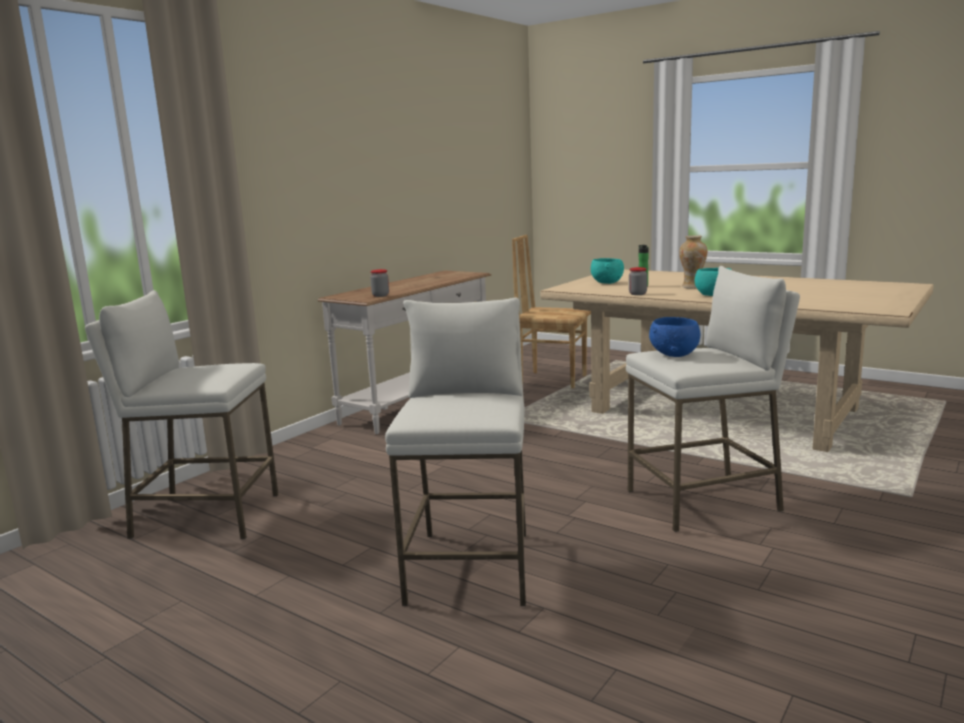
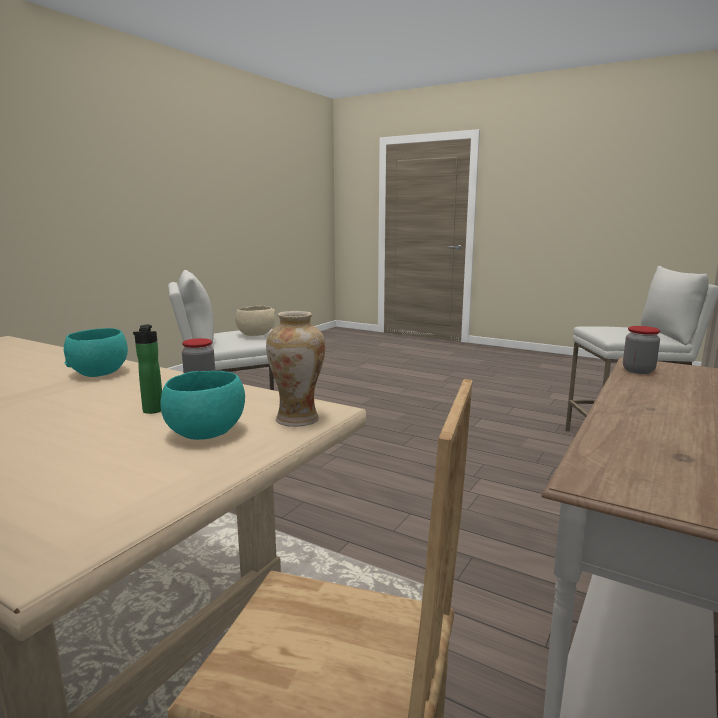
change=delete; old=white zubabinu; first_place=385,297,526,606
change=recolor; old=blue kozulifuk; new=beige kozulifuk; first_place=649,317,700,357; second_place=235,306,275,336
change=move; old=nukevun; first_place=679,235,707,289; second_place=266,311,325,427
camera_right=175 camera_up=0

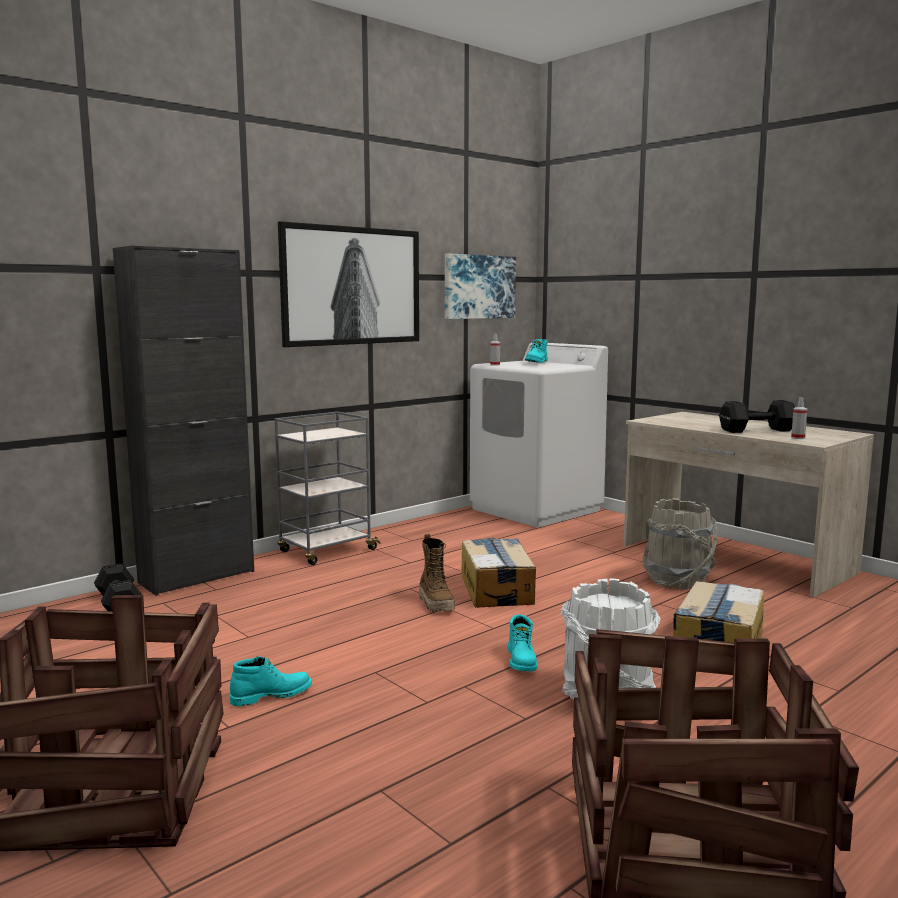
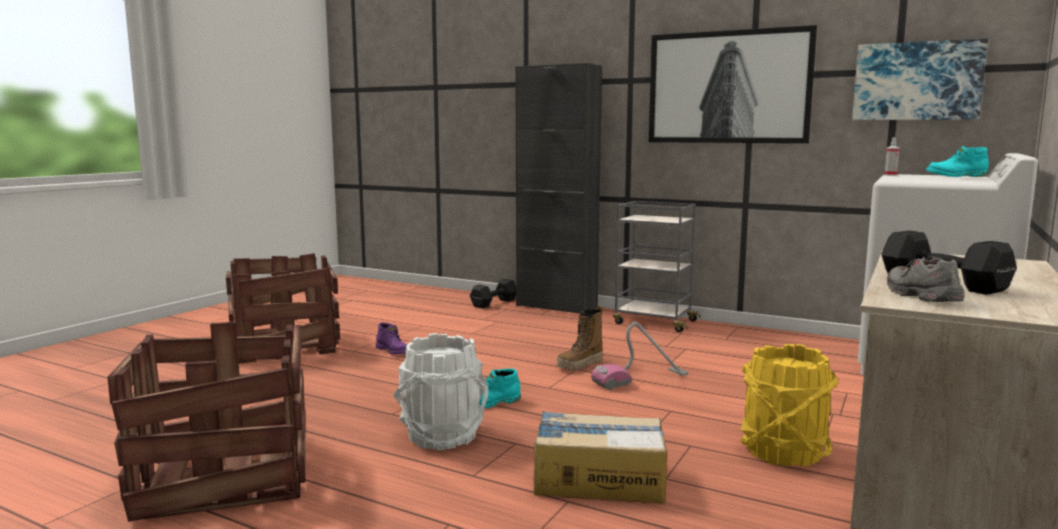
change=recolor; old=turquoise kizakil; new=purple kizakil; first_place=230,657,312,706; second_place=376,323,407,355
change=replace; old=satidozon; new=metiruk; first_place=461,538,536,608; second_place=591,322,689,390
change=recolor; old=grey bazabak; new=yellow bazabak; first_place=643,498,717,590; second_place=740,344,839,467
change=replace; old=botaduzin; new=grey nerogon; first_place=791,397,807,439; second_place=887,256,964,302
camera_right=70 camera_up=0

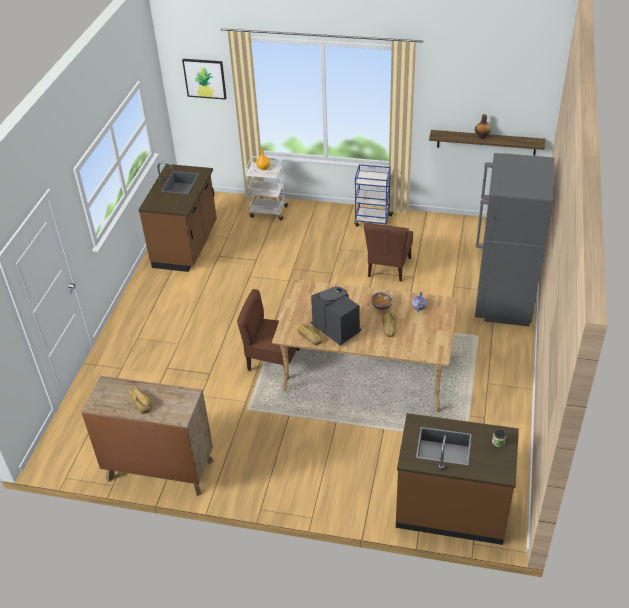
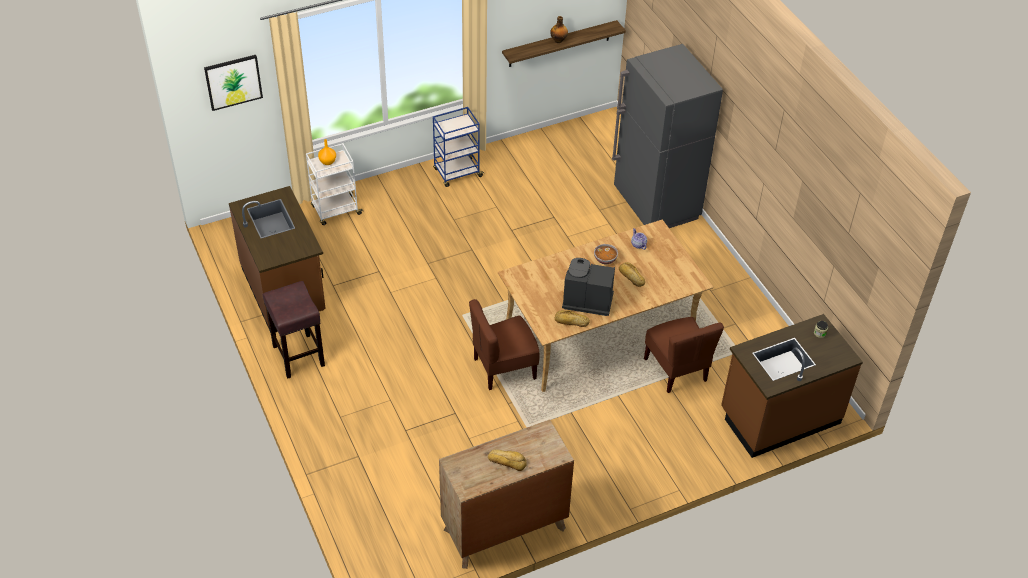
change=move; old=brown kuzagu; first_place=364,223,413,281; second_place=644,317,724,393
change=insert; new=brown zubabinu; second_place=263,281,325,379
camera_right=-40 camera_up=5

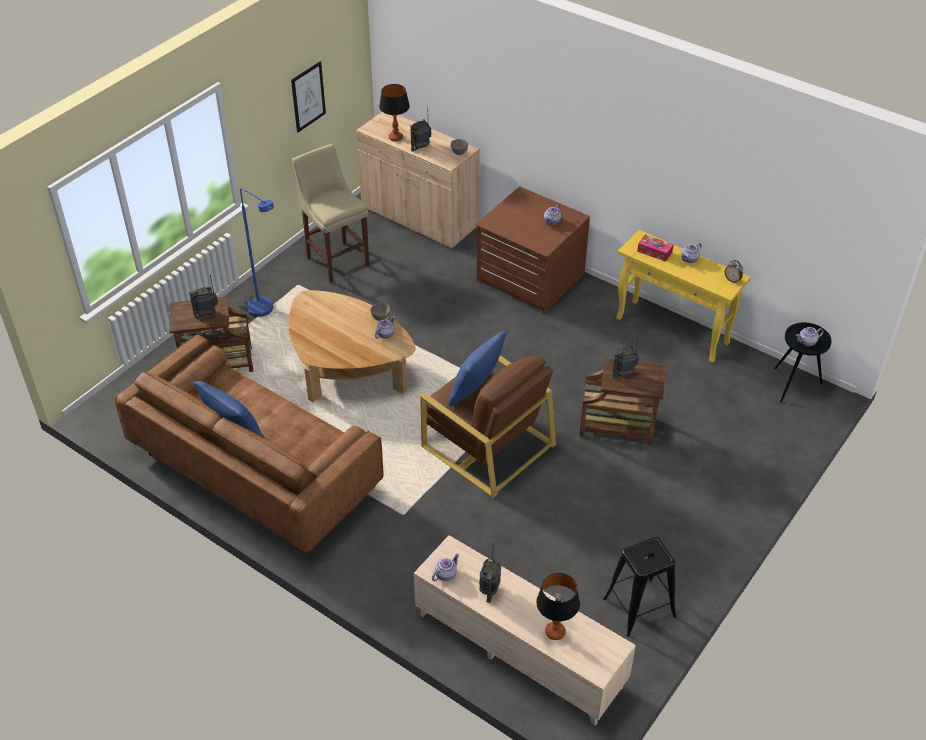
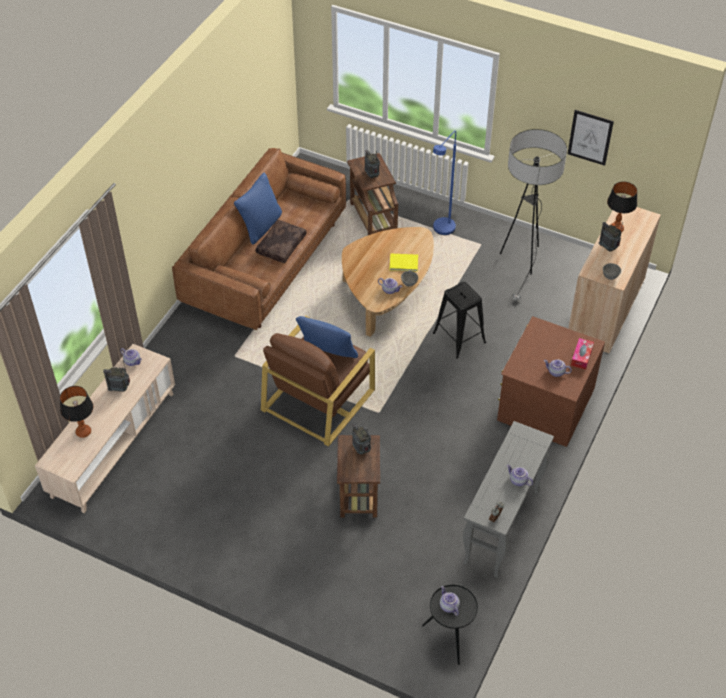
change=replace; old=beige zubabinu; new=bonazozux; first_place=292,144,369,283; second_place=500,129,567,301
change=move; old=black zubabinu; first_place=603,537,676,637; second_place=433,282,486,359
change=recolor; old=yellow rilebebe; new=grey rilebebe; first_place=616,230,751,363; second_place=463,421,554,578
change=move; old=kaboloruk; first_place=637,235,674,262; second_place=571,338,594,370
change=insert; new=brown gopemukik; second_place=256,220,306,263
change=insert; new=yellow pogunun; second_place=390,253,418,271
camera_right=80 camera_up=5

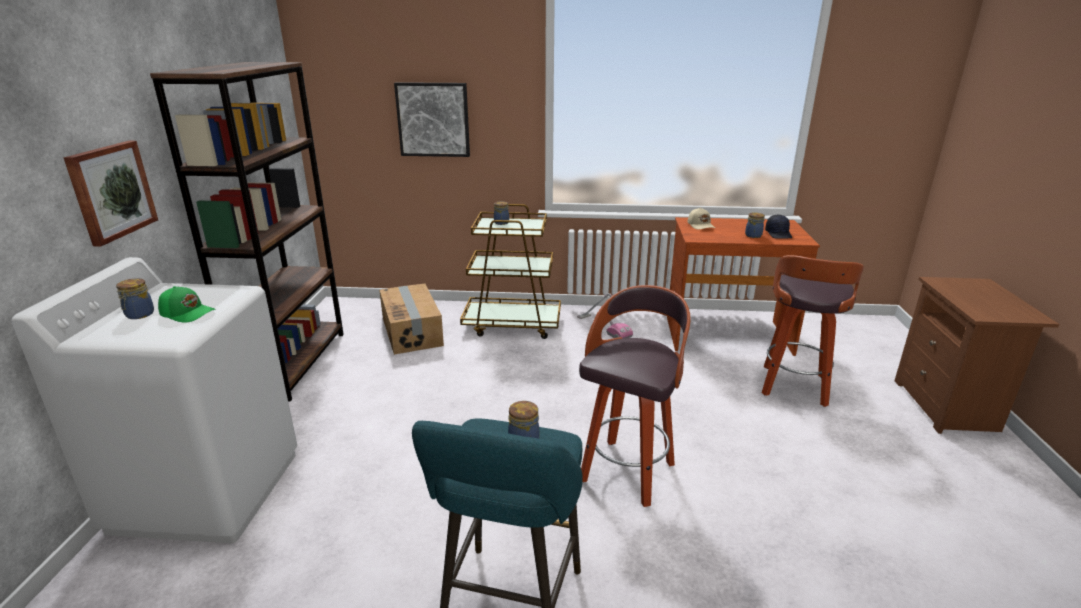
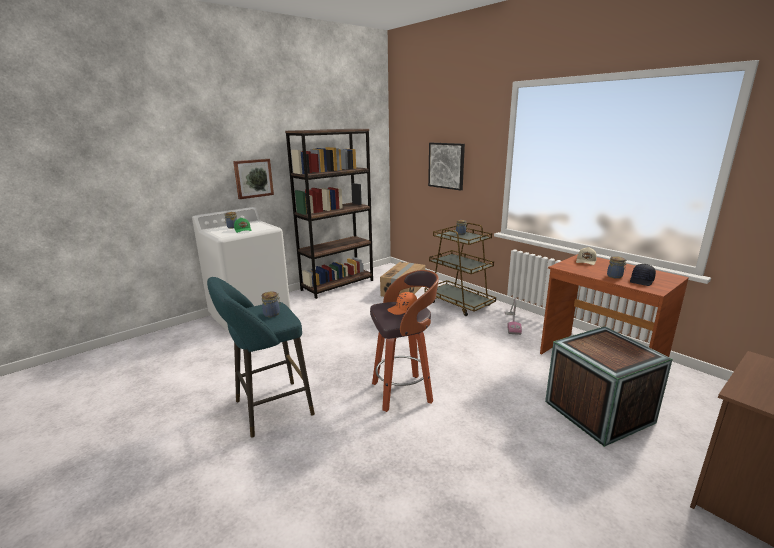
change=replace; old=zubabinu; new=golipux; first_place=762,255,864,407; second_place=545,326,673,447
change=insert; new=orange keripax; second_place=387,292,417,315
camera_right=45 camera_up=-5

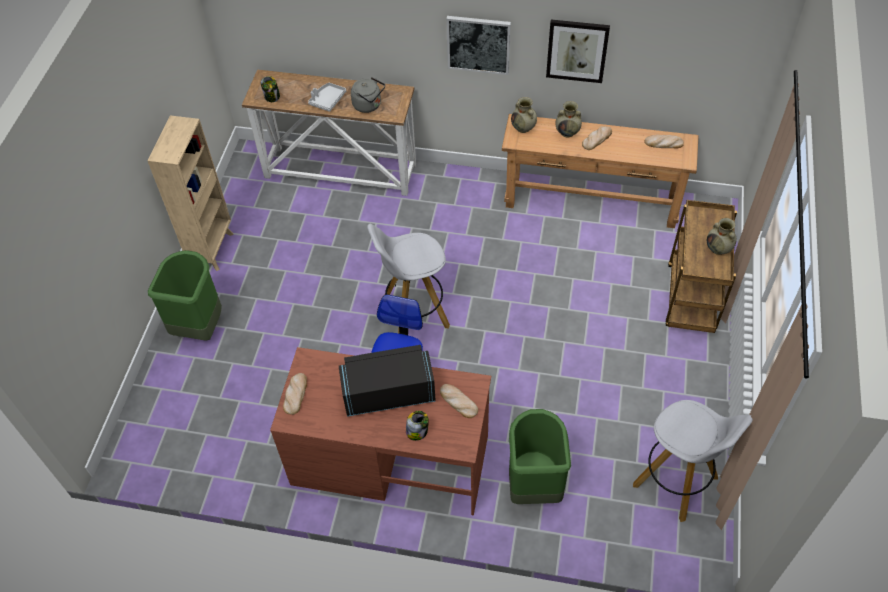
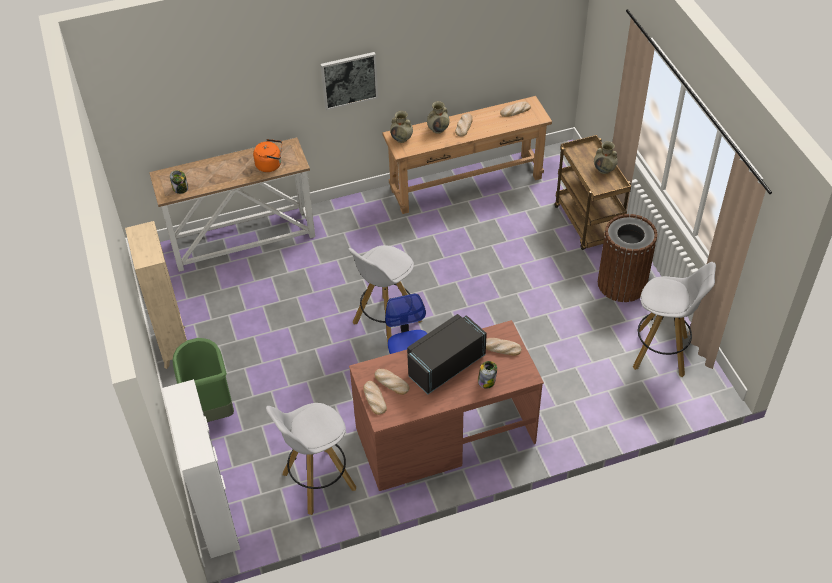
change=delete; old=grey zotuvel; first_place=308,83,346,112
change=recolor; old=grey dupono; new=orange dupono; first_place=351,77,385,113; second_place=253,139,282,172
change=delete; old=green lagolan; first_place=509,409,571,504
change=delete; old=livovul; first_place=546,20,610,83
change=insert; new=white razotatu; second_place=162,379,240,558
change=insert; new=white zubabinu; second_place=266,403,356,515
change=insert; new=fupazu; second_place=375,369,409,395
change=insert; new=brown lagolan; second_place=598,214,657,302
camera_right=-30 camera_up=-5

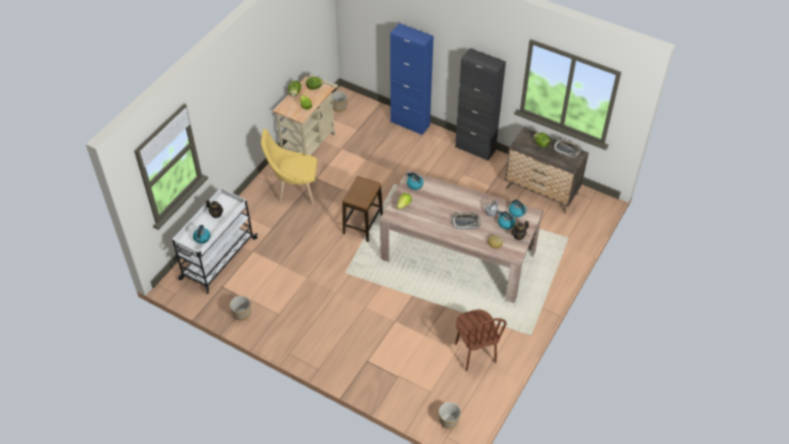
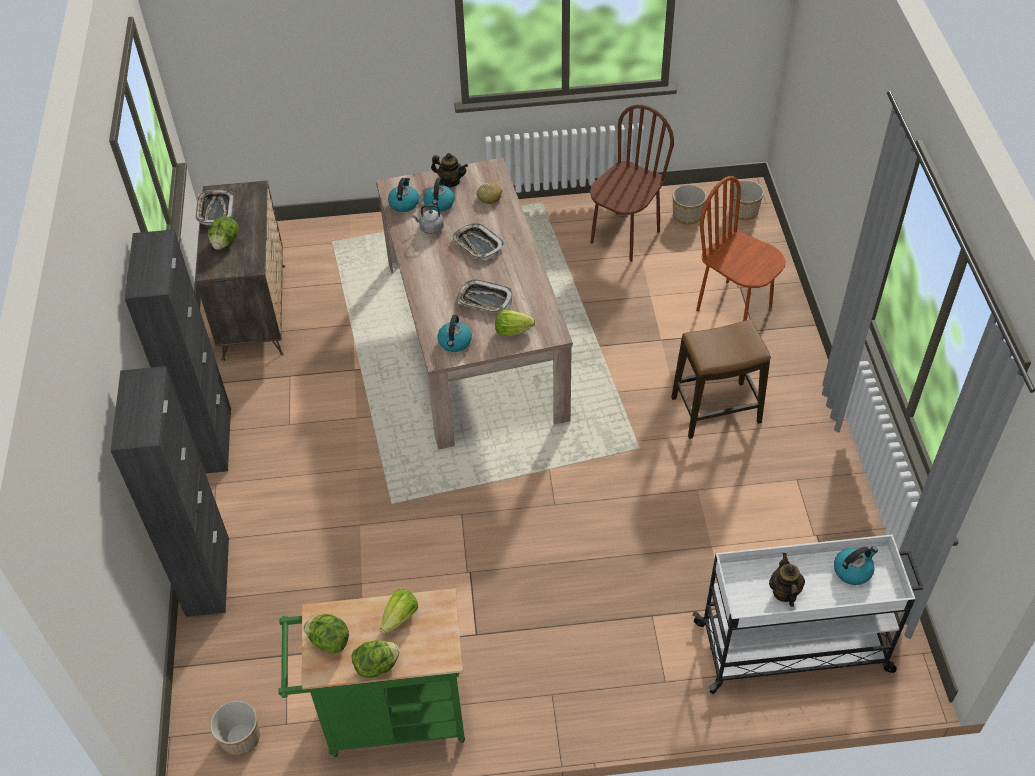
change=move; old=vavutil; first_place=230,296,251,320; second_place=673,184,706,225
change=delete; old=yellow kuzagu; first_place=261,129,317,204
change=recolor; old=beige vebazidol; new=green vebazidol; first_place=273,74,338,155; second_place=278,588,465,757
change=move; old=zubabinu; first_place=342,176,383,242; second_place=671,319,771,439
change=recolor; old=blue razotatu; new=black razotatu; first_place=390,23,433,135; second_place=111,366,229,617
change=insert; new=zotuvel; second_place=457,280,512,313
change=insert; new=brown kuzagu; second_place=696,176,785,321
camera_right=-125 camera_up=0

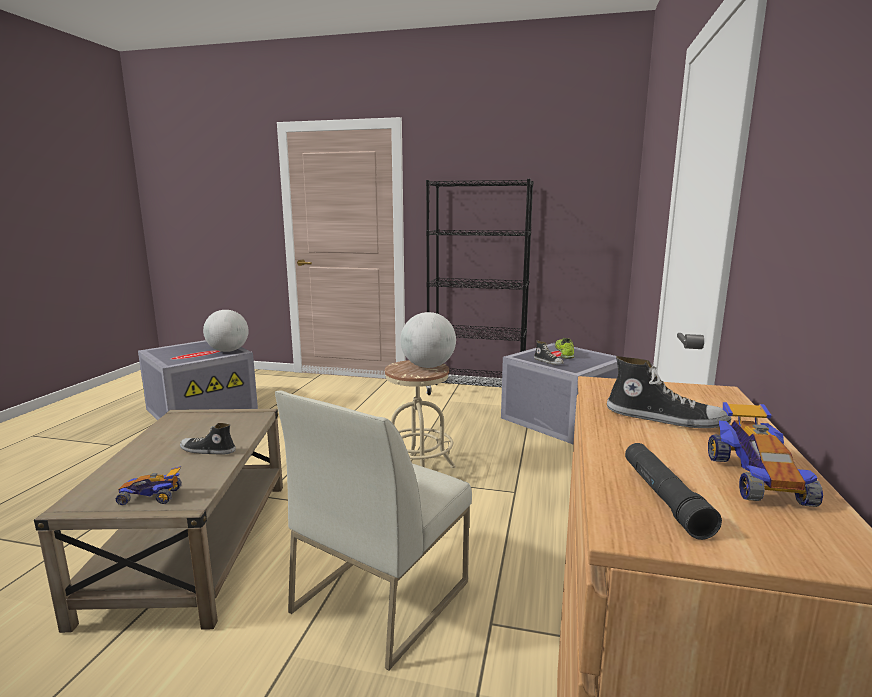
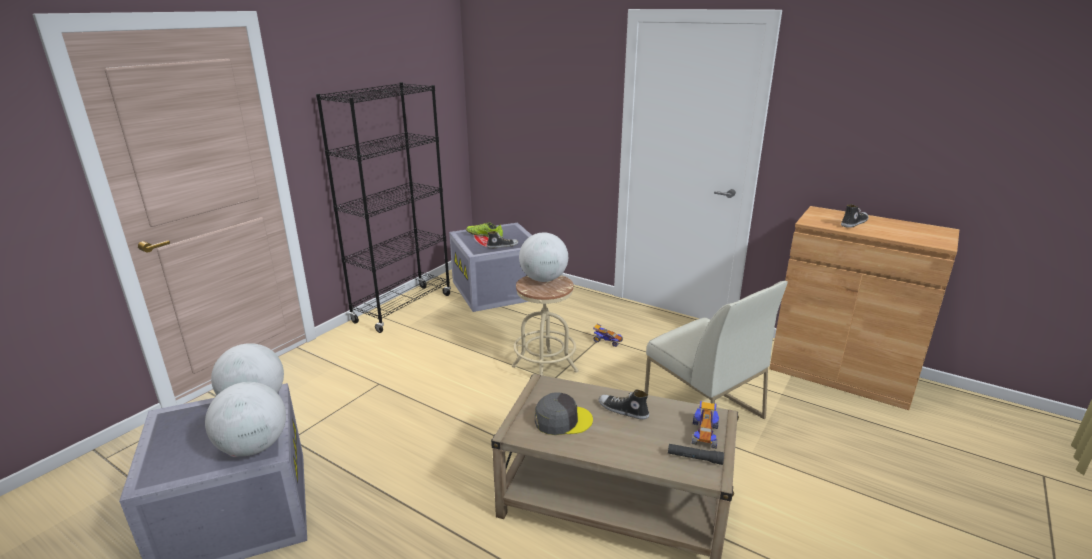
change=rotate; old=nerogon; first_place=180,423,236,455; second_place=599,390,649,419; degrees=90
change=move; old=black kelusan; first_place=625,443,722,540; second_place=668,444,724,465
change=move; old=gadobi; first_place=708,402,823,507; second_place=593,323,623,347
change=insert; new=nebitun; second_place=205,382,286,456
change=insert; new=grey keripax; second_place=535,392,593,435
camera_right=-70 camera_up=10

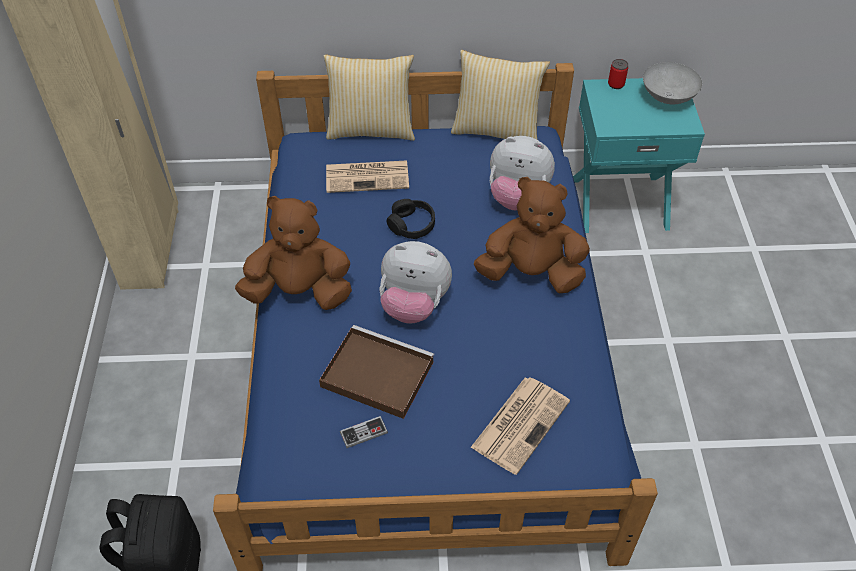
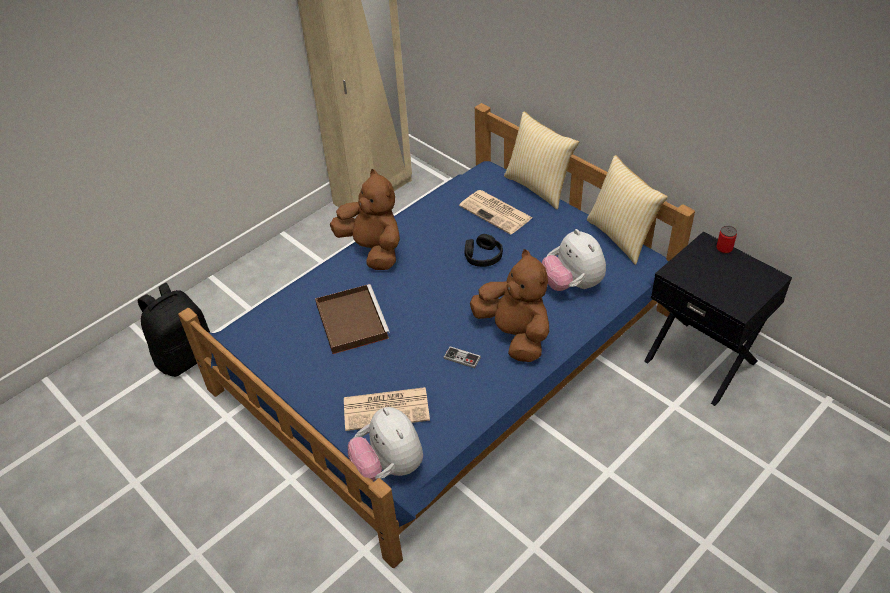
change=move; old=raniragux; first_place=340,416,388,448; second_place=443,346,481,368
change=move; old=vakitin; first_place=379,241,452,324; second_place=348,407,423,481
change=recolor; old=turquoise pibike; new=black pibike; first_place=573,78,705,233; second_place=644,232,792,406
change=delete; old=grey kozulifuk; first_place=643,62,702,104
camera_right=50 camera_up=-5

